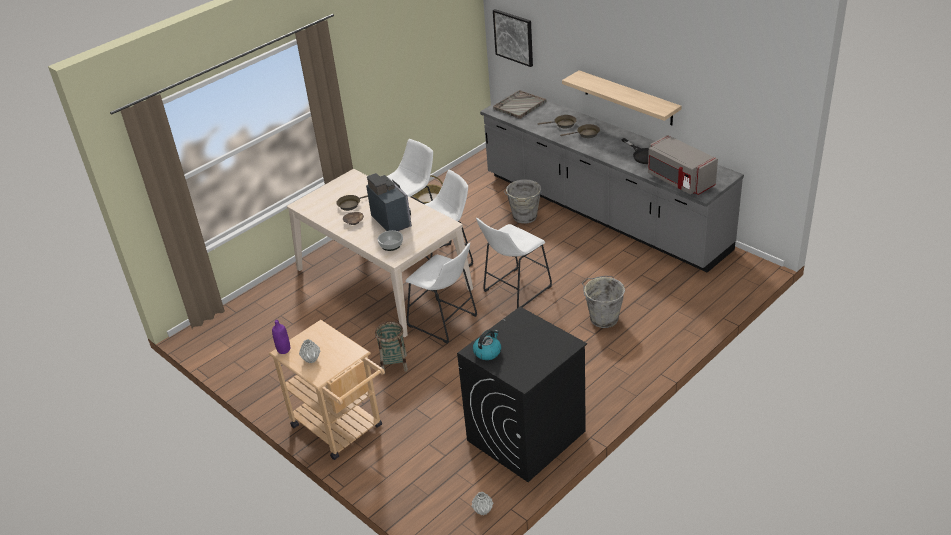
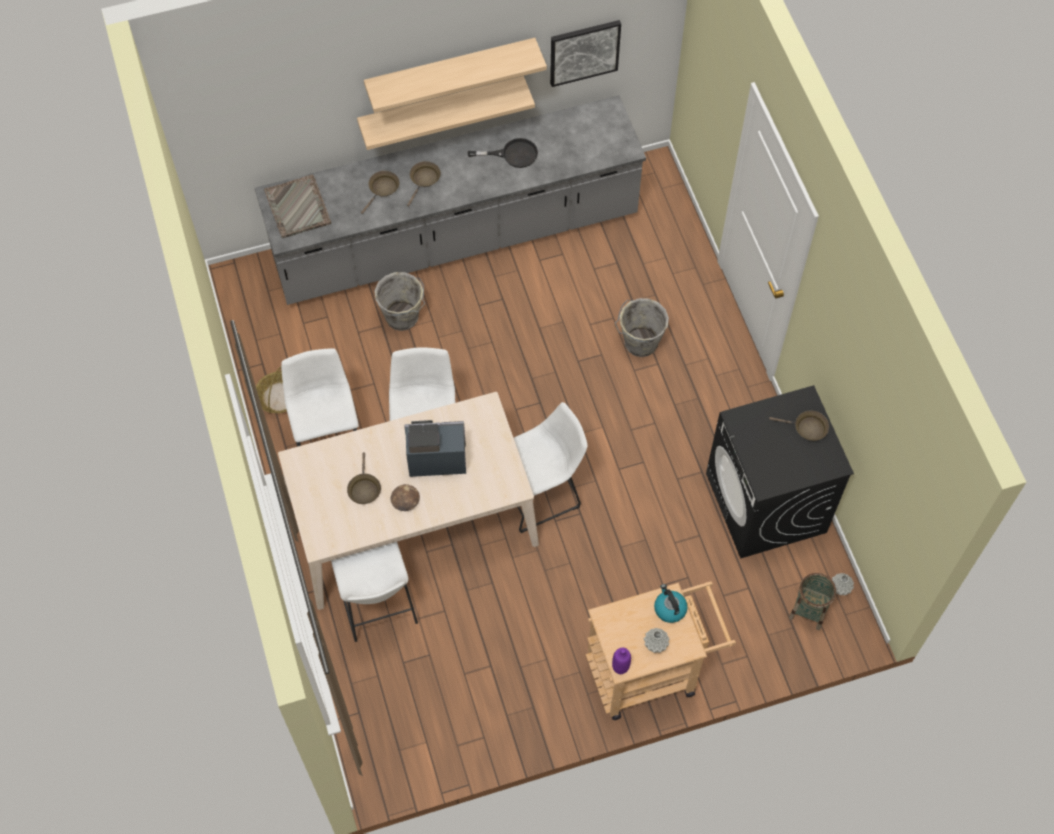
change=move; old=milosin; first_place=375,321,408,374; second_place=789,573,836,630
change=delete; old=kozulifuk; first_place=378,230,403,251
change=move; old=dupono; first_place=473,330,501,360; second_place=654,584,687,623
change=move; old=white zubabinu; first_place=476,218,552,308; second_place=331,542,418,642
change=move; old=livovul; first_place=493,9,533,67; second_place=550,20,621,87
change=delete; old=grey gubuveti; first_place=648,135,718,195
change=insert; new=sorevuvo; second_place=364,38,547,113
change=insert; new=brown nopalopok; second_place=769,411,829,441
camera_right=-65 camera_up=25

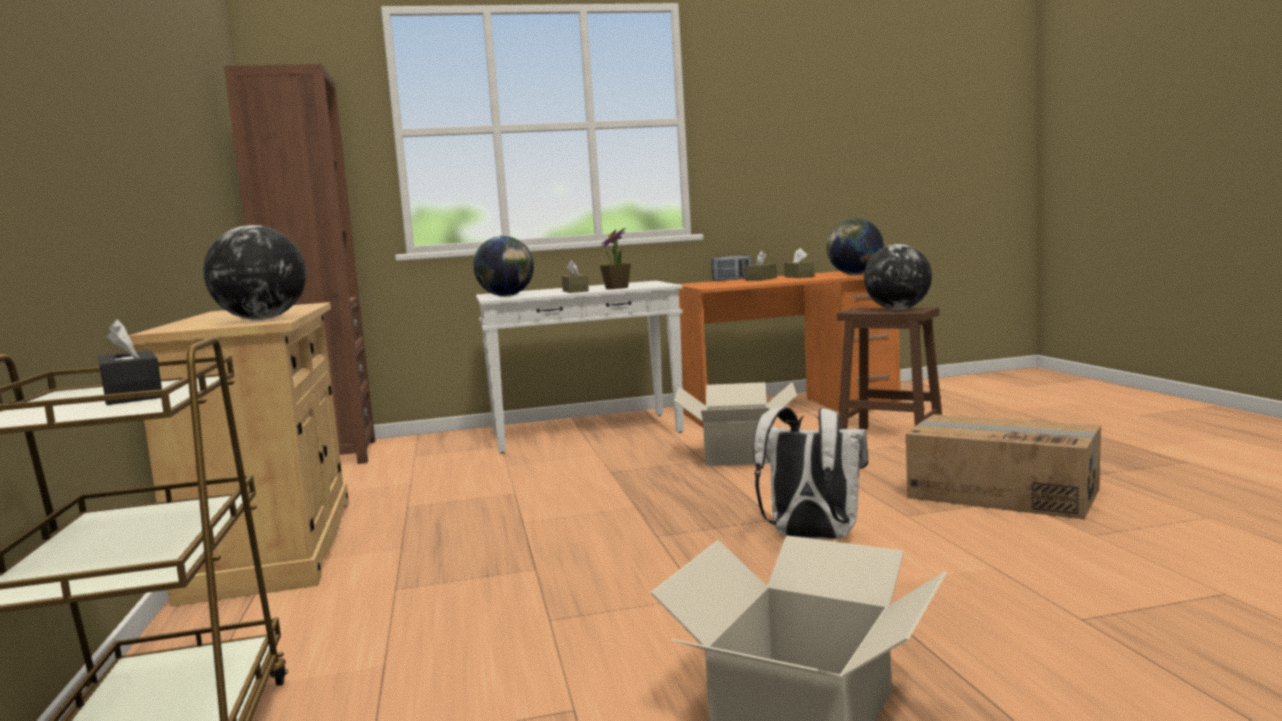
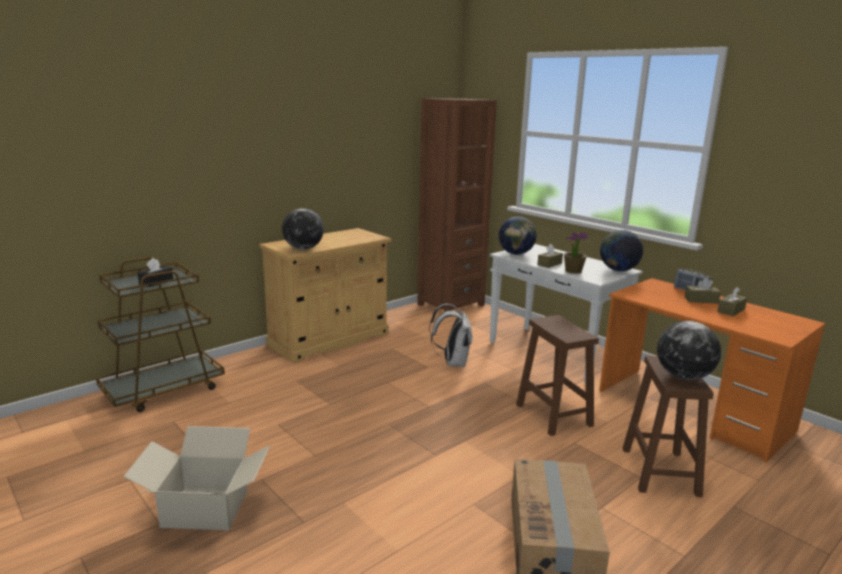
change=replace; old=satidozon; new=brown zubabinu; first_place=674,382,797,466; second_place=516,315,599,436
change=move; old=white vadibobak; first_place=753,407,868,540; second_place=429,304,473,367
change=move; old=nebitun; first_place=826,218,884,275; second_place=600,230,643,271
camera_right=60 camera_up=10

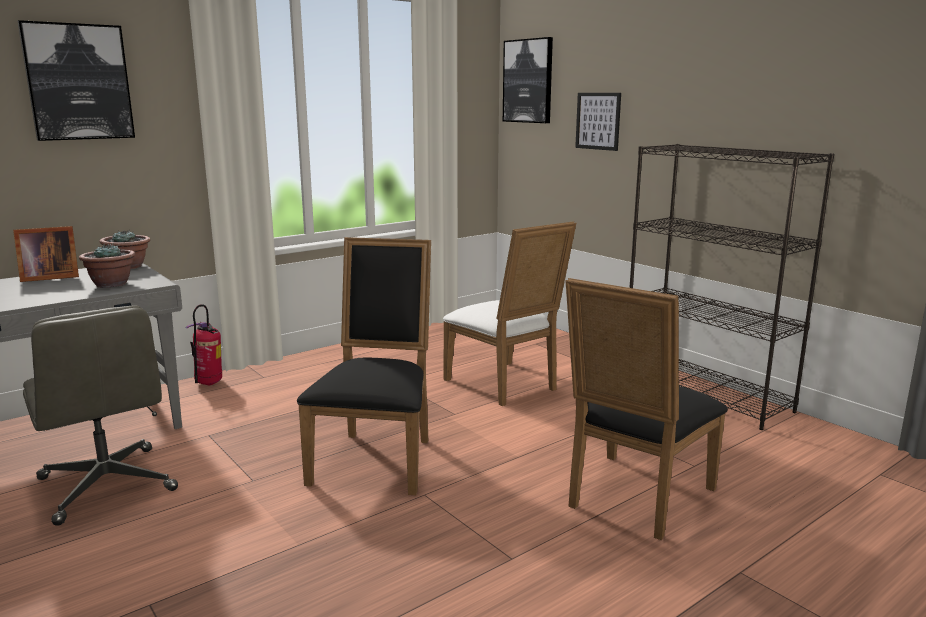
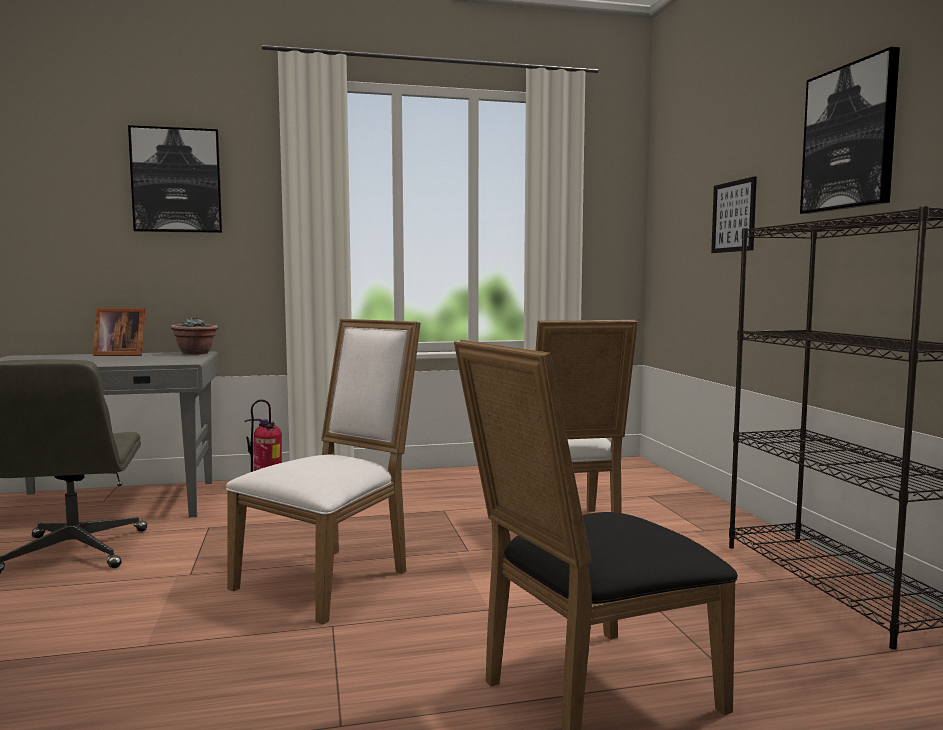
change=delete; old=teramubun; first_place=79,243,135,288
change=recolor; old=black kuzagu; new=white kuzagu; first_place=297,237,431,495; second_place=226,319,421,625
change=move; old=livovul; first_place=503,37,553,123; second_place=800,47,900,214
camera_right=25 camera_up=-10

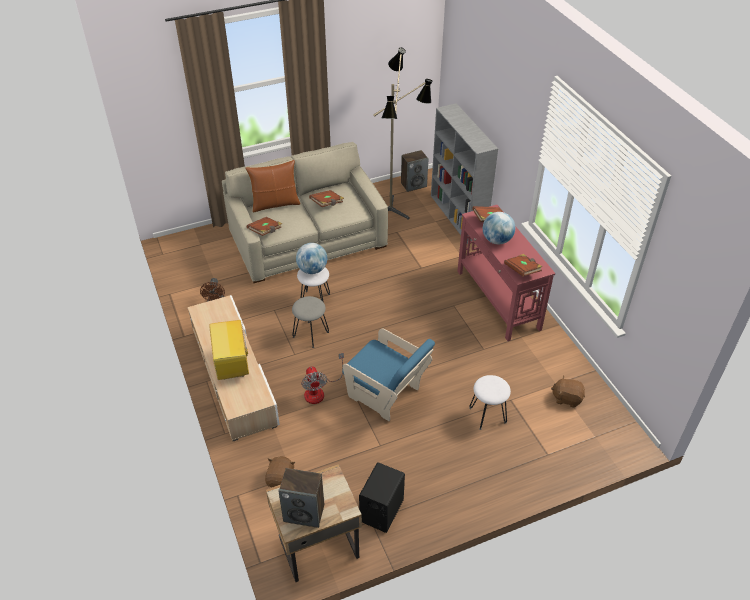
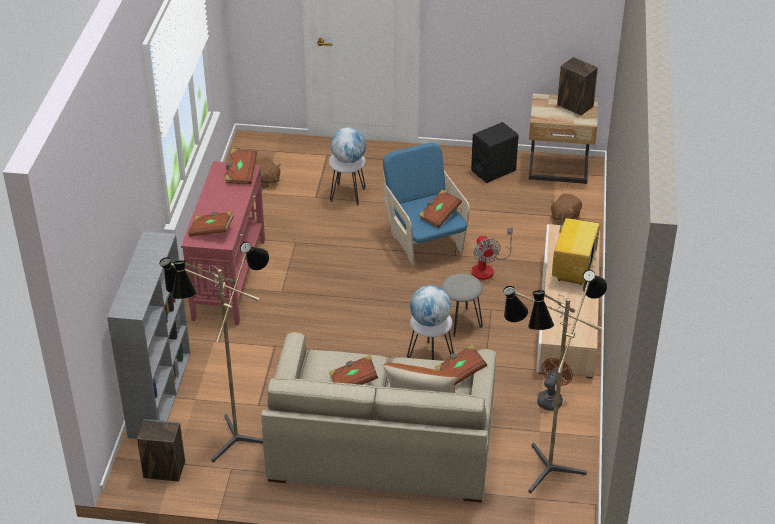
change=rotate; old=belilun; first_place=301,353,344,404; second_place=472,228,513,280; degrees=150
change=move; old=nebitun; first_place=483,212,515,244; second_place=331,127,366,163
change=insert; new=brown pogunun; second_place=419,190,462,228
change=insert; new=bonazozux; second_place=503,270,607,494
camera_right=-150 camera_up=-5

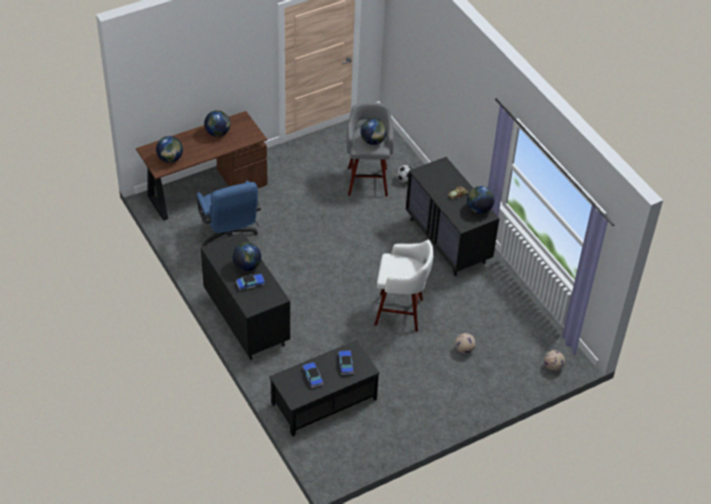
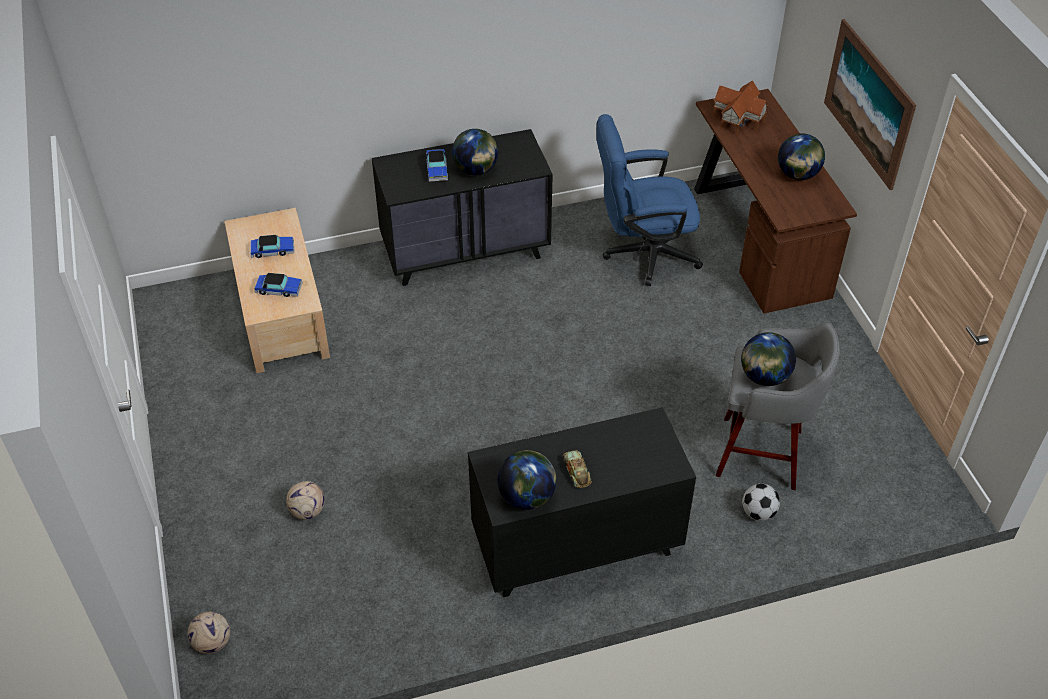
change=replace; old=nebitun; new=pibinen; first_place=156,136,183,163; second_place=713,81,769,135
change=recolor; old=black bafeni; new=beige bafeni; first_place=269,340,380,437; second_place=224,208,330,373
change=delete; old=white zubabinu; first_place=374,240,433,331
change=insert; new=livovul; second_place=824,19,916,190
camera_right=105 camera_up=0

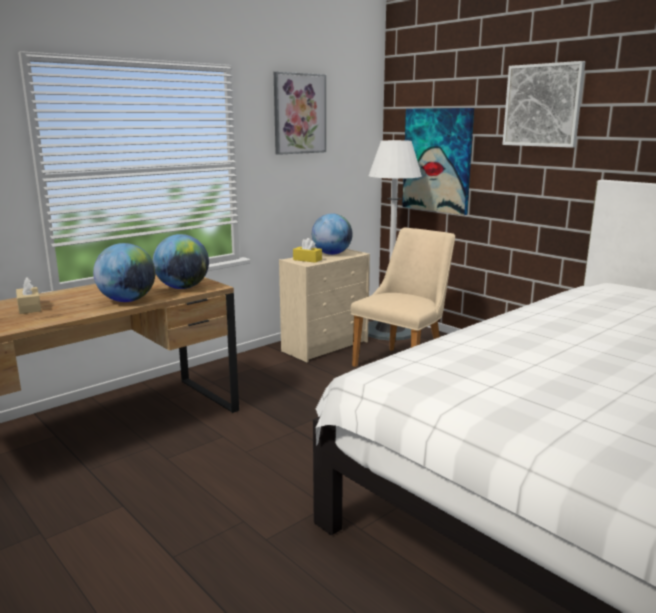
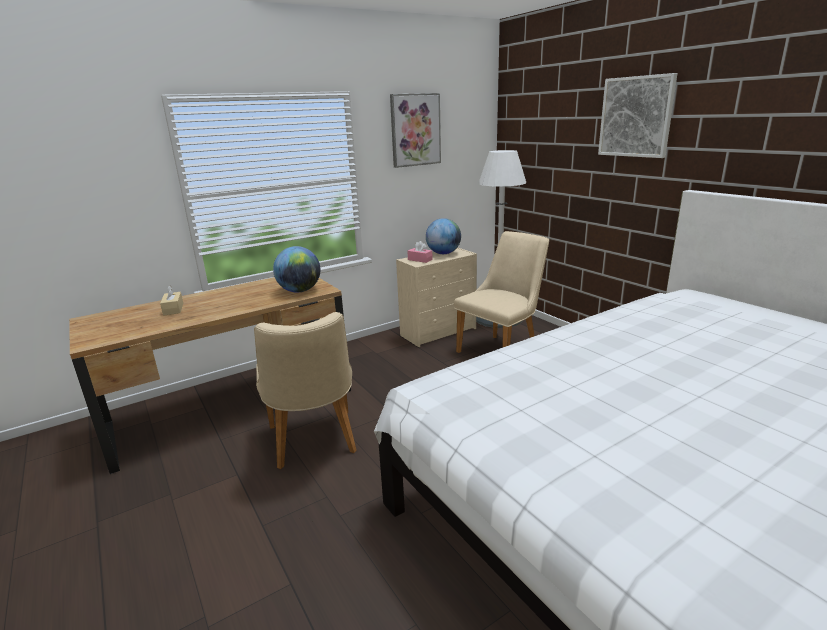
change=delete; old=nebitun; first_place=93,243,155,302
change=recolor; old=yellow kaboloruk; new=pink kaboloruk; first_place=293,238,322,263; second_place=408,241,433,263
change=delete; old=livovul; first_place=402,108,474,215
change=insert; new=beige kuzagu; second_place=254,312,357,469
camera_right=10 camera_up=5

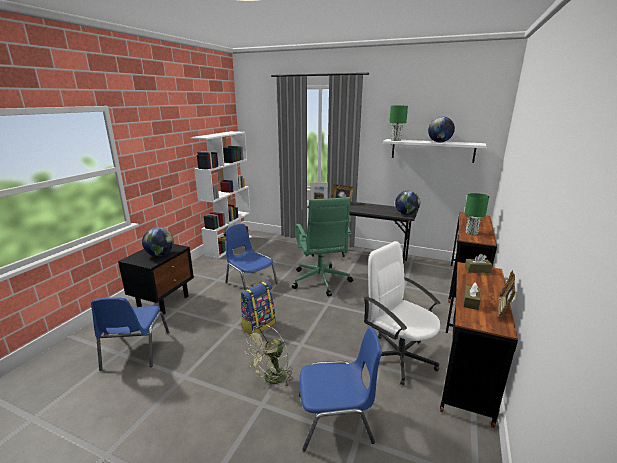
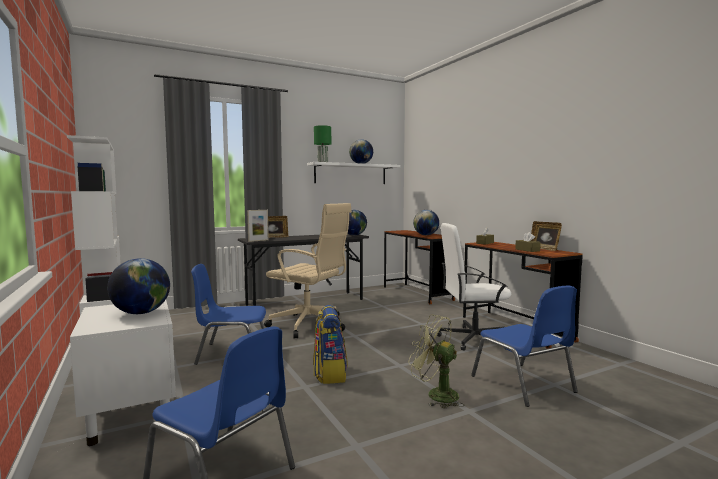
change=recolor; old=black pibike; new=white pibike; first_place=118,244,194,314; second_place=70,300,176,446
change=rotate; old=green belilun; first_place=245,325,294,386; second_place=408,314,464,409; degrees=135
change=recolor; old=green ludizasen; new=beige ludizasen; first_place=292,197,353,296; second_place=264,203,352,338
change=rotate; old=blue kuzagu; first_place=299,327,382,452; second_place=471,286,578,407; degrees=120
change=replace; old=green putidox; new=nebitun; first_place=465,193,489,235; second_place=413,210,439,235
camera_right=-50 camera_up=-15

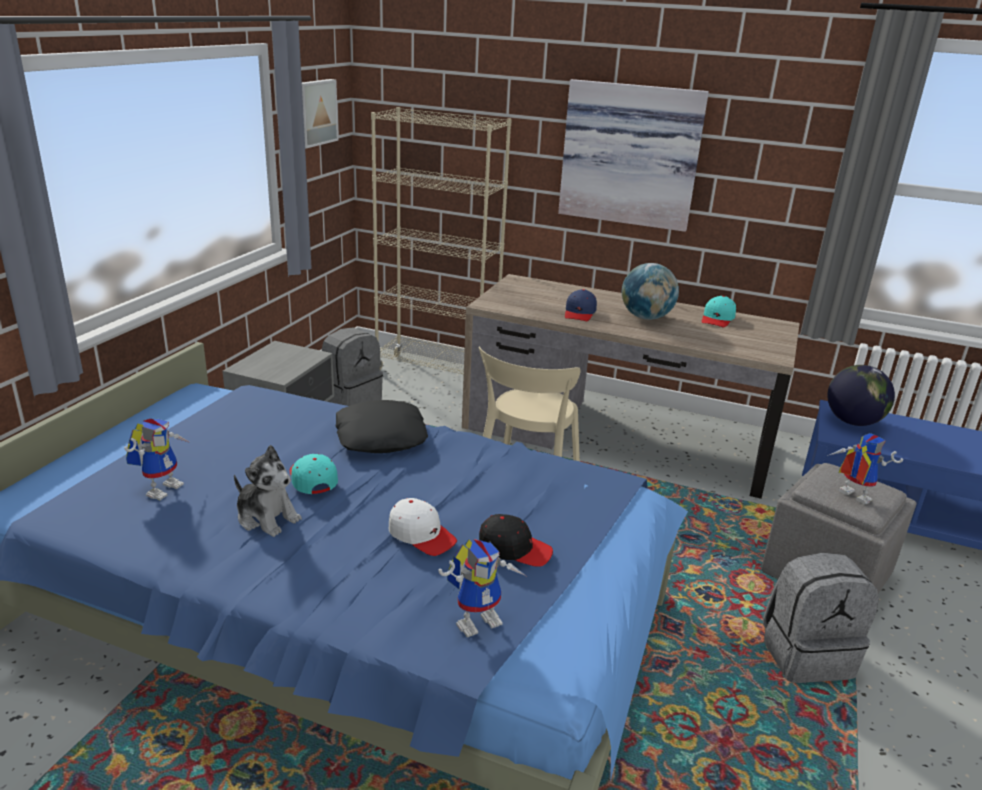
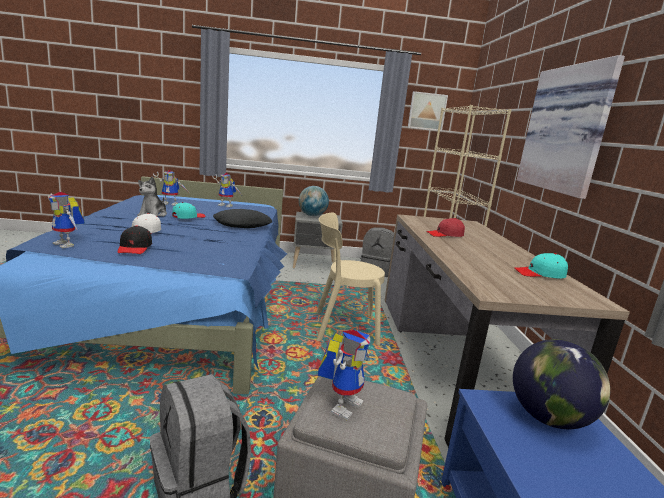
change=recolor; old=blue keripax; new=red keripax; first_place=565,289,597,321; second_place=426,218,465,237
change=move; old=nebitun; first_place=622,263,679,320; second_place=299,186,329,216
change=insert; new=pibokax; second_place=212,173,241,208
camera_right=65 camera_up=-10

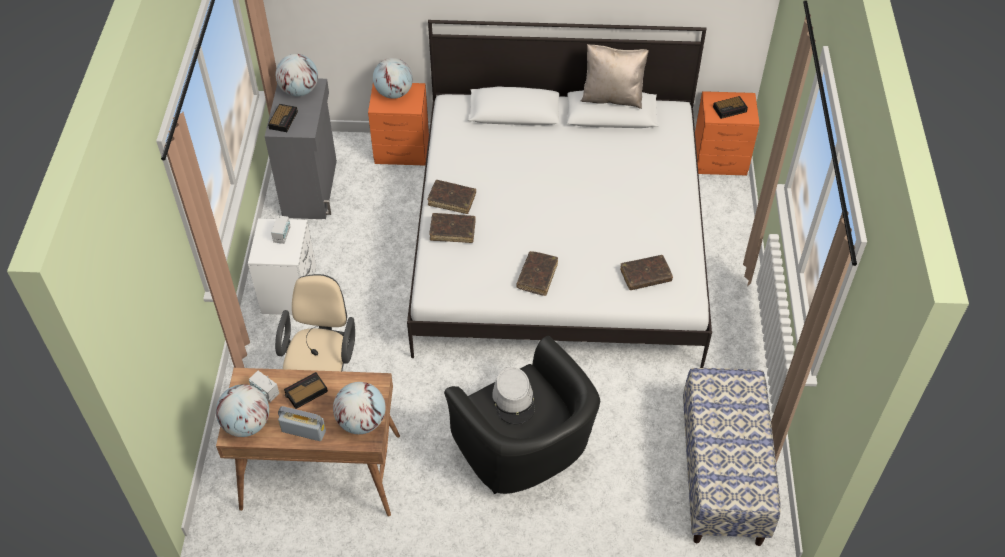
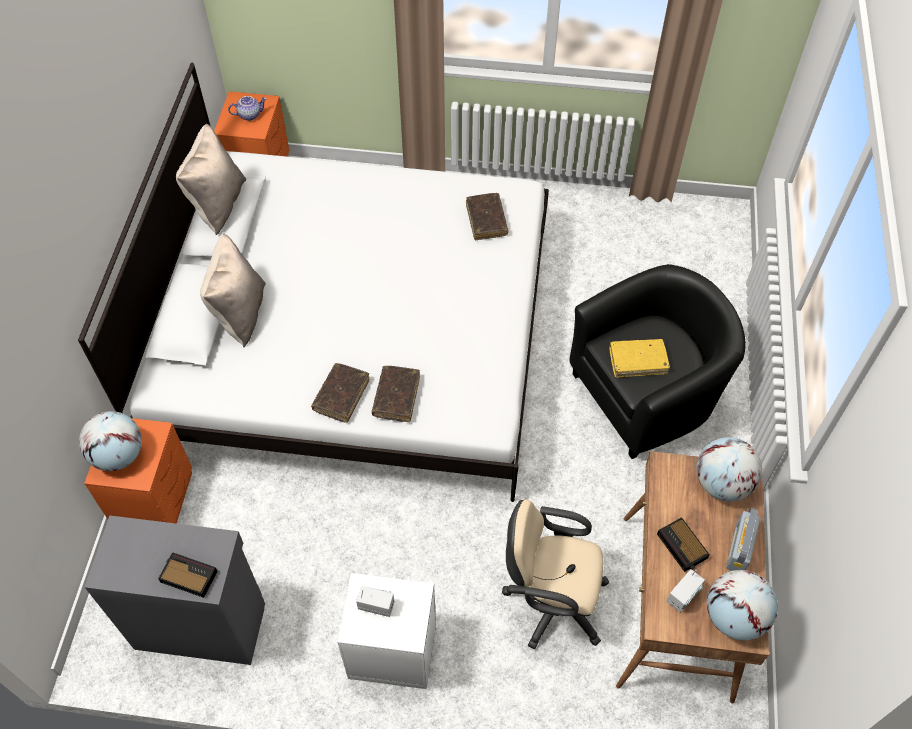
change=delete; old=nebitun; first_place=276,54,318,96
change=replace; old=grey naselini; new=yellow pogunun; first_place=493,367,535,424; second_place=609,339,670,378
change=delete; old=brown pogunun; first_place=516,251,558,296
change=delete; old=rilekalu; first_place=683,368,781,546
change=replace; old=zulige; new=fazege; first_place=713,96,748,119; second_place=228,96,267,121
change=insert; new=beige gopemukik; second_place=200,234,266,348
camera_right=-85 camera_up=5

